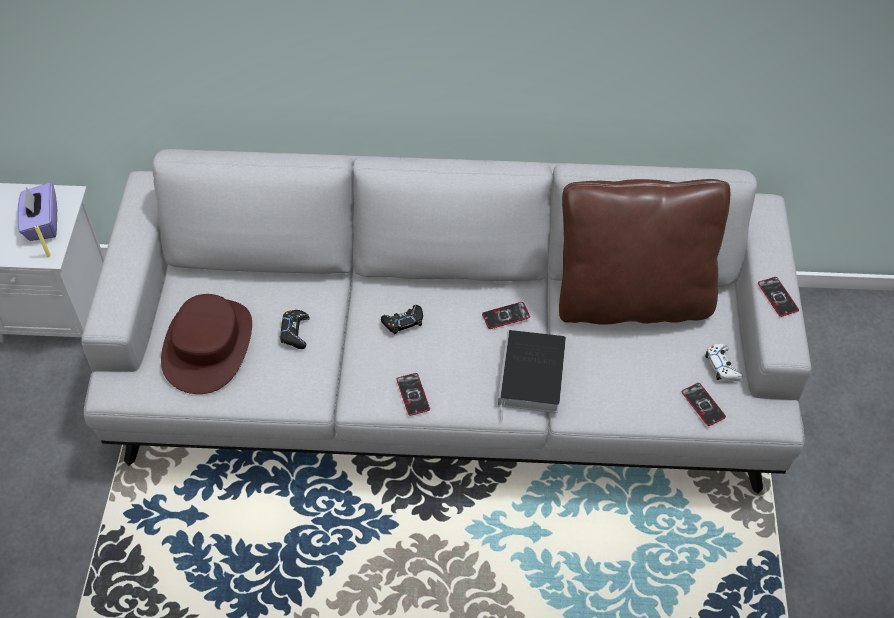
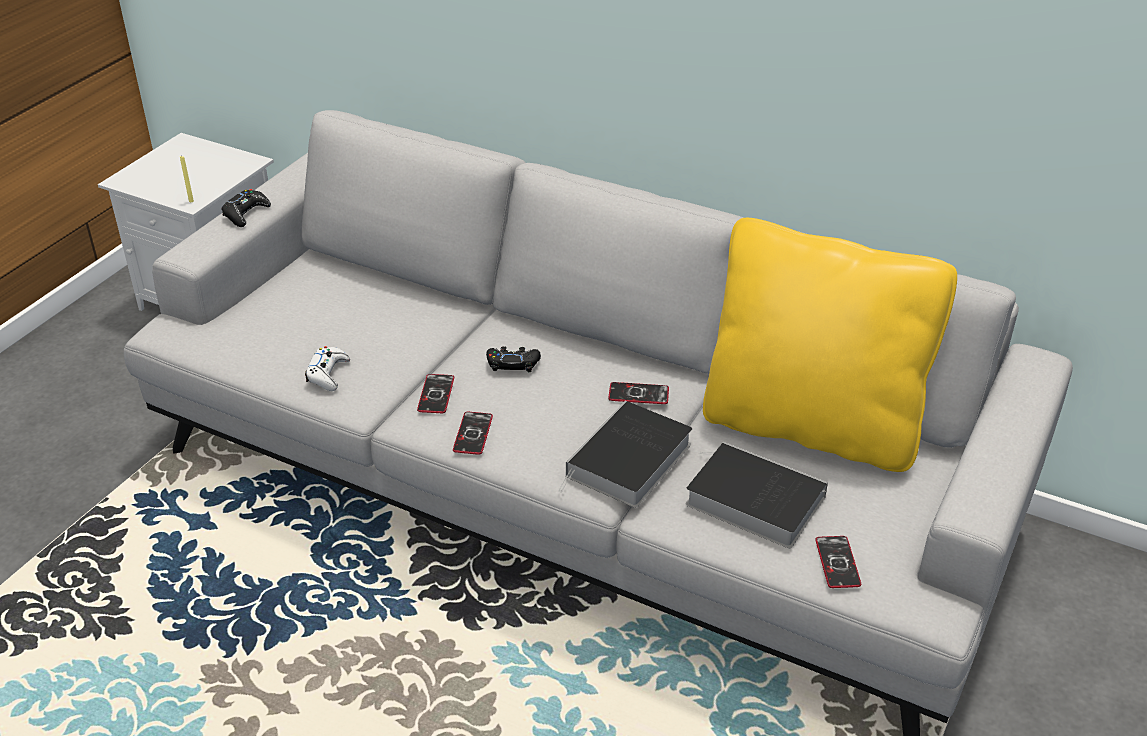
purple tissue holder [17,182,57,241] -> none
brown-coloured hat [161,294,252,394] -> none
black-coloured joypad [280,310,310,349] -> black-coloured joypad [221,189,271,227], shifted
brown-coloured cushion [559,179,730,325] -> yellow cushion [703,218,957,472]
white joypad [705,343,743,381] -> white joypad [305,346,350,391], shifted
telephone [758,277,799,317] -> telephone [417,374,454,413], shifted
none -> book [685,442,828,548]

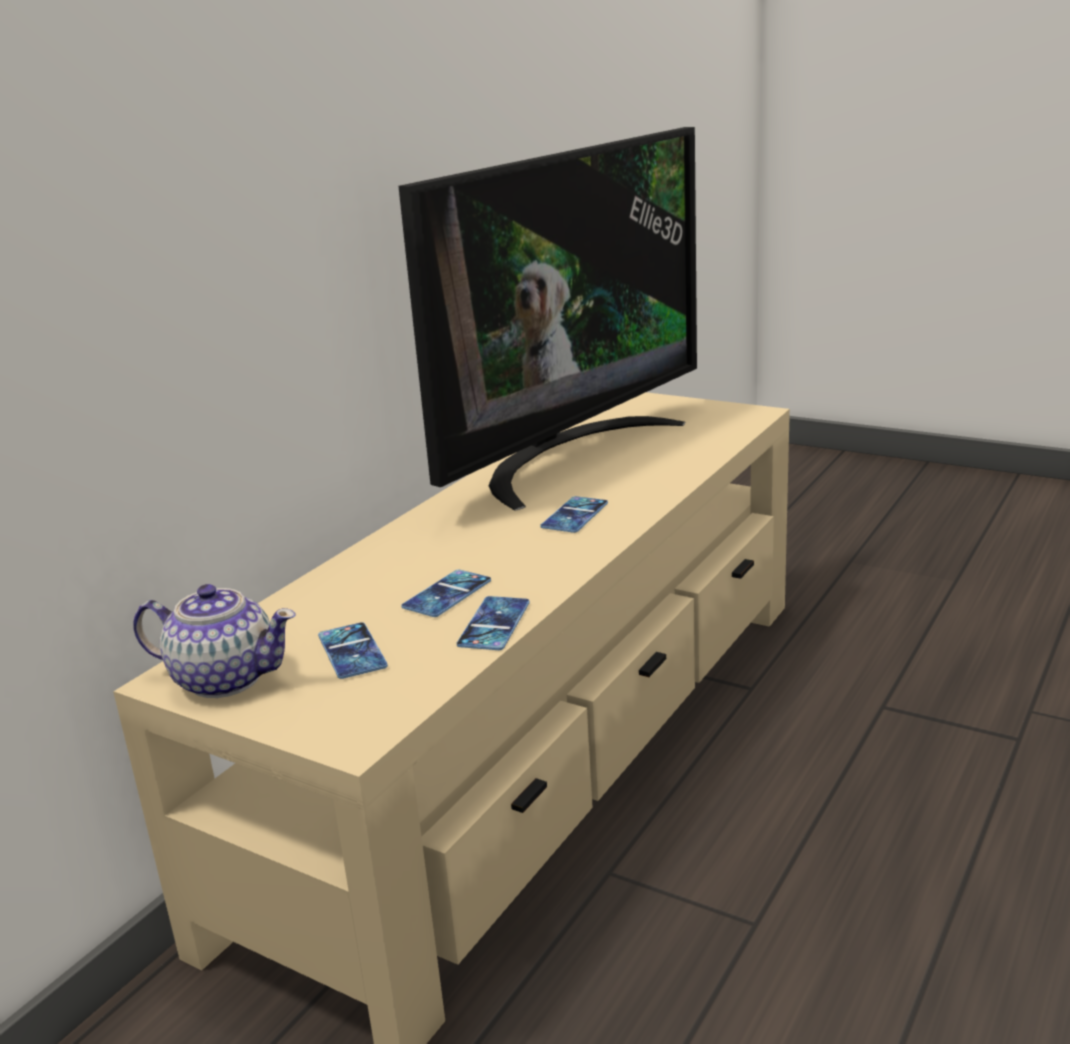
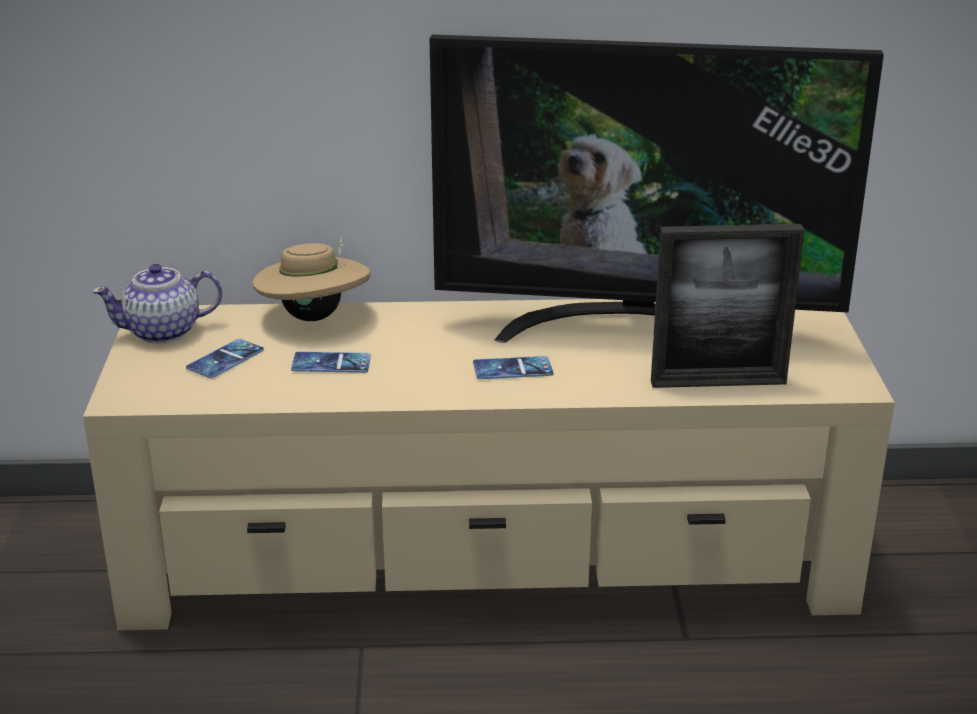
pot for tea [133,584,296,698] -> pot for tea [92,264,222,344], 90 degrees clockwise
telephone [457,596,530,650] -> none
none -> beige-coloured hat [253,238,371,321]
none -> standing frame [651,224,804,388]

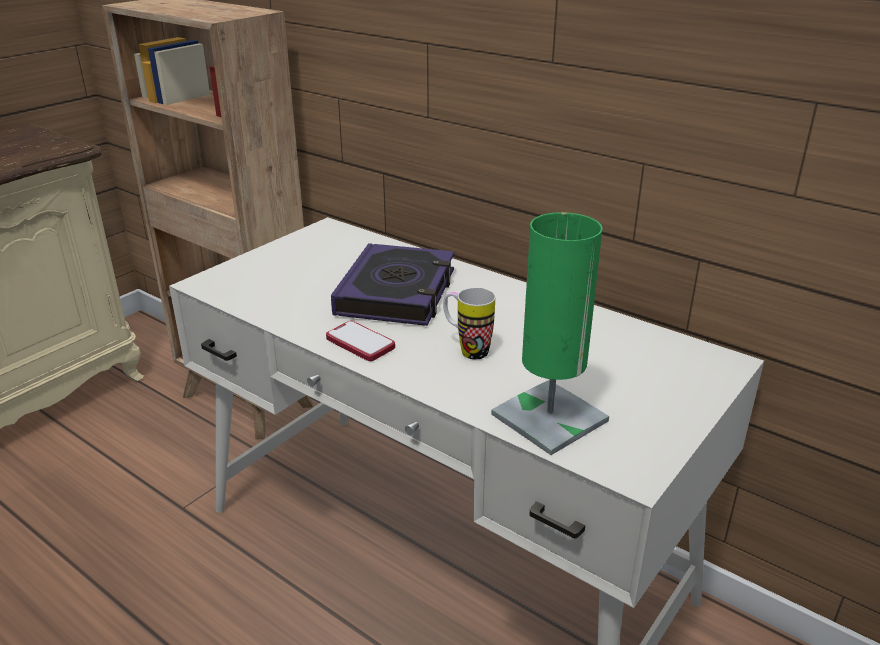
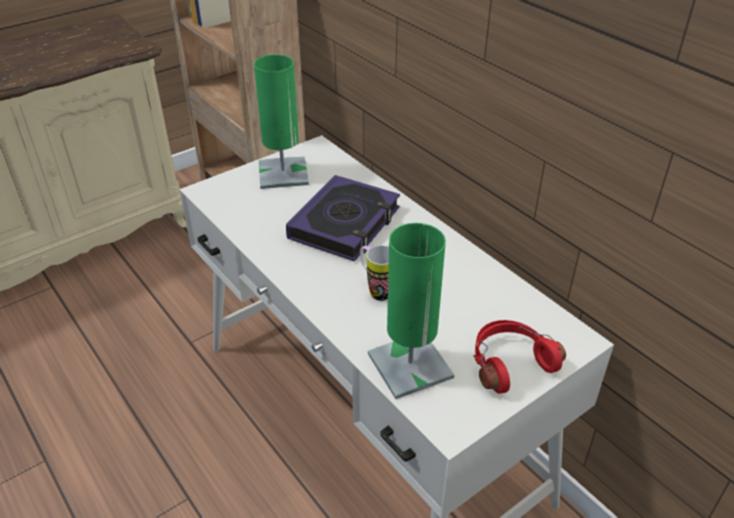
telephone [326,321,395,361] -> none
none -> green-coloured tabletop lamp [254,54,309,189]
none -> red pair of headphones [474,320,566,394]

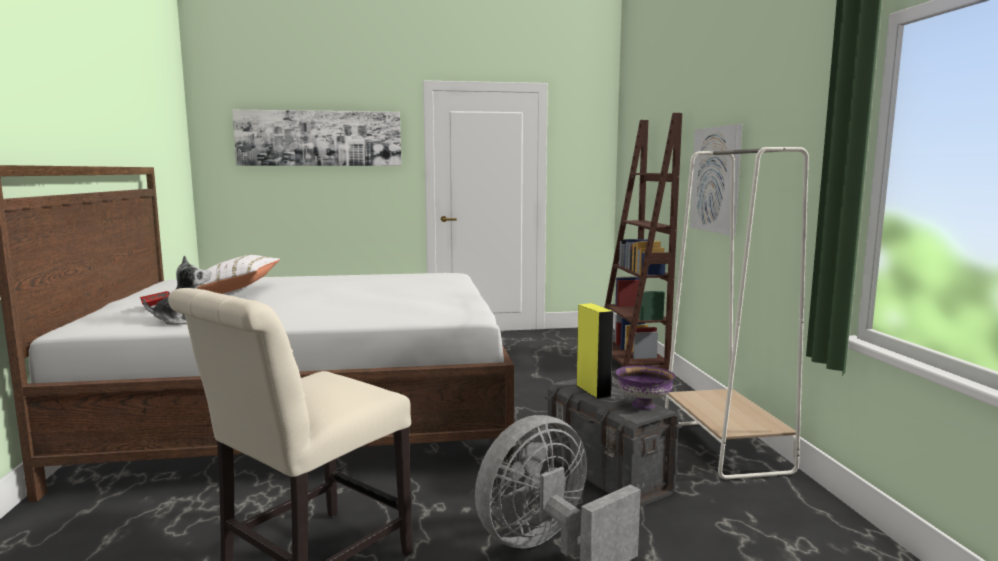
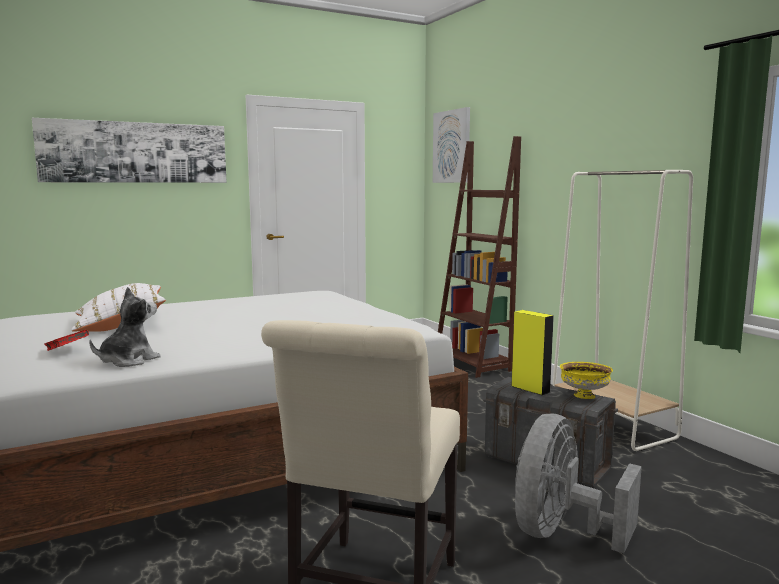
purple deep dish [616,366,675,409] -> yellow deep dish [560,362,613,399]
picture [690,124,742,235] -> picture [433,107,470,183], shifted

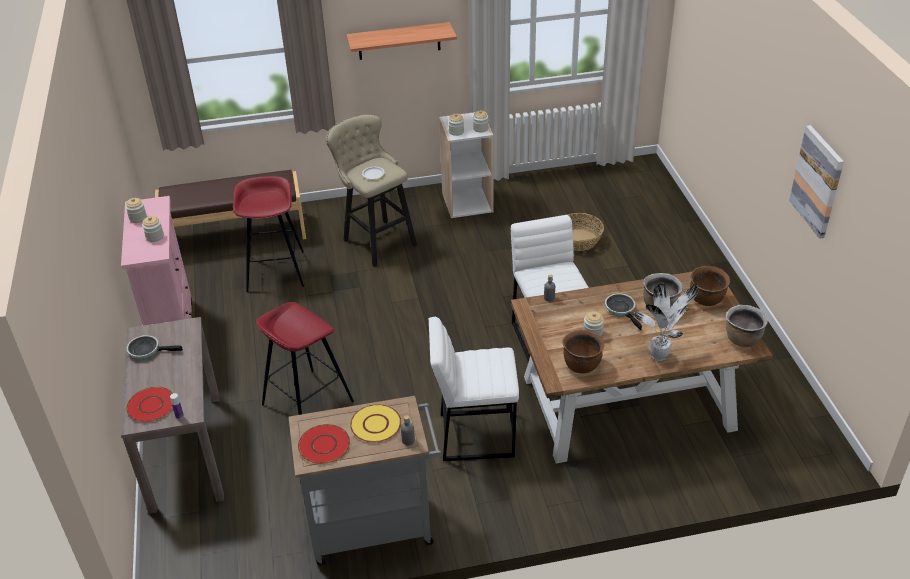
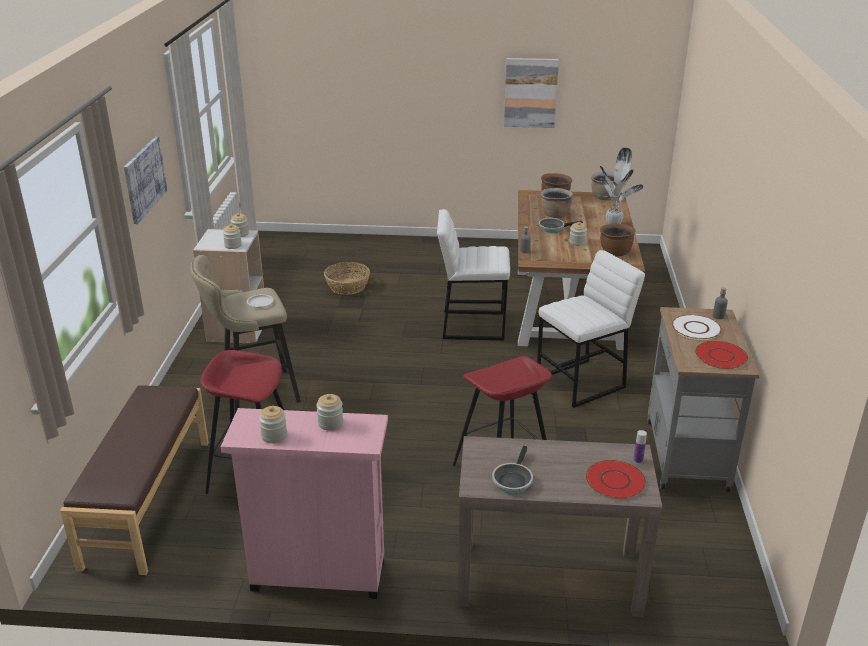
wall shelf [346,22,457,60] -> picture [124,136,167,224]
yellow plate [350,404,401,442] -> white plate [672,314,722,340]
white chair [429,317,519,461] -> white chair [537,250,645,408], 135 degrees counterclockwise

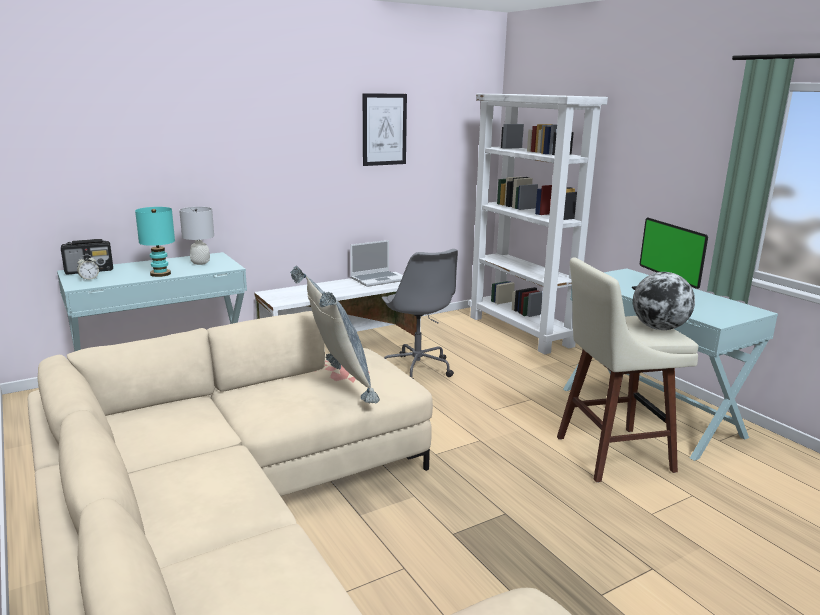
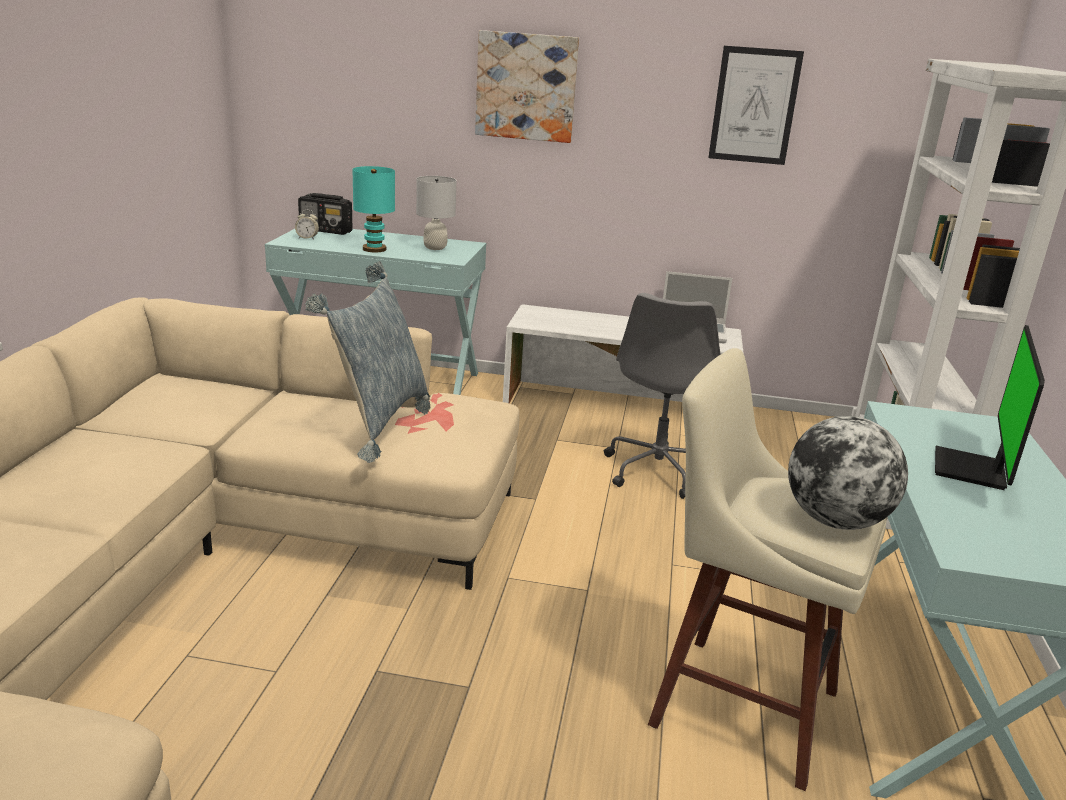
none -> picture [475,30,579,143]

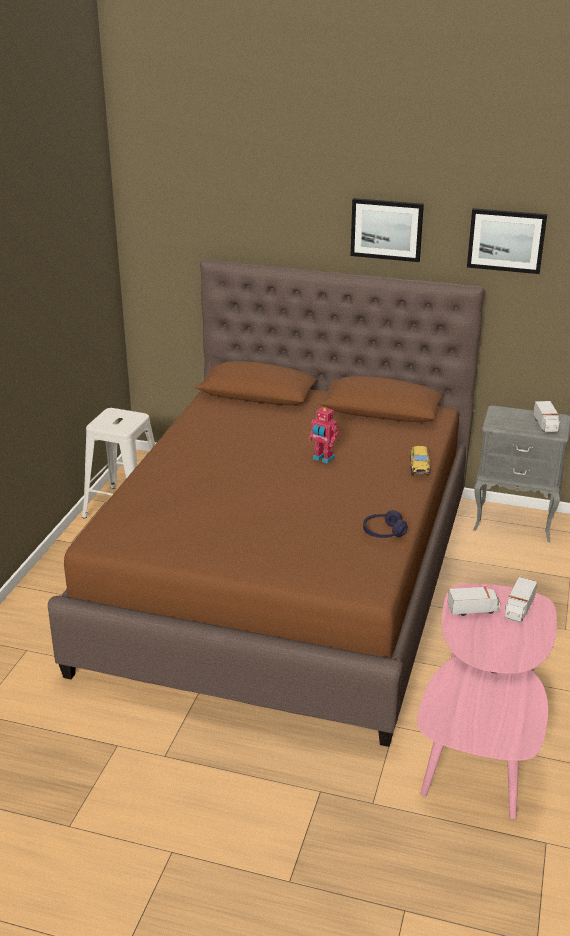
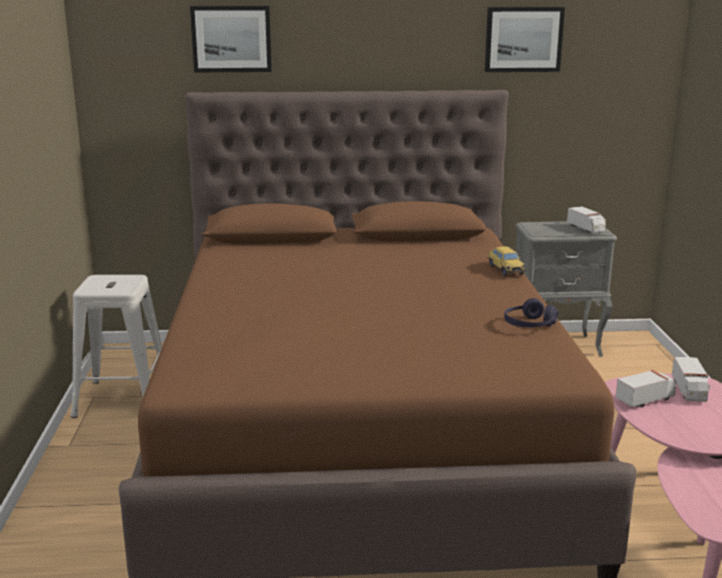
toy robot [309,407,339,463] -> none
picture [350,198,424,262] -> picture [190,6,272,72], shifted

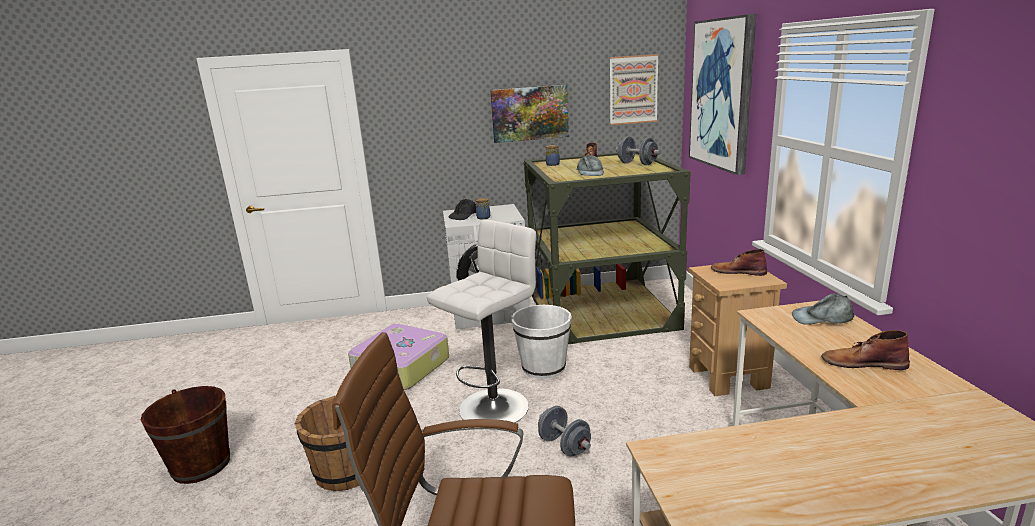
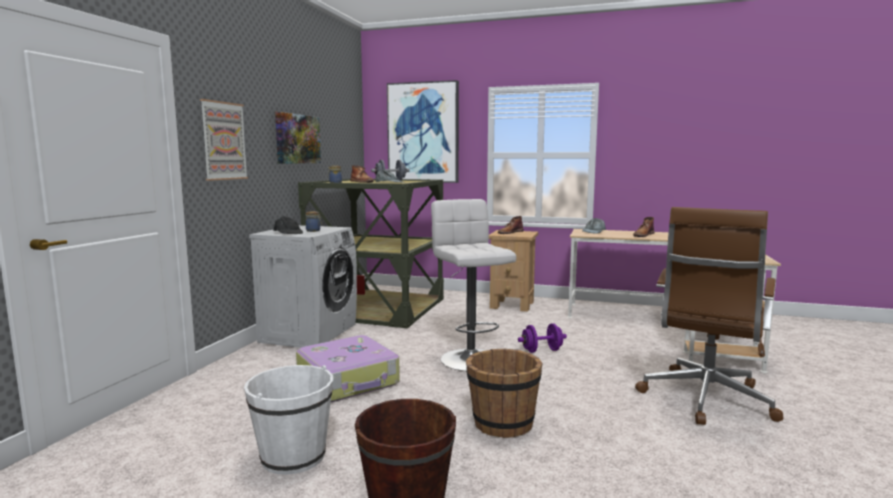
white bucket [511,305,572,379] -> white bucket [244,365,333,475], shifted
grey dumbbell [538,406,591,457] -> purple dumbbell [518,323,567,353]
picture [610,54,659,125] -> picture [200,99,248,181], shifted

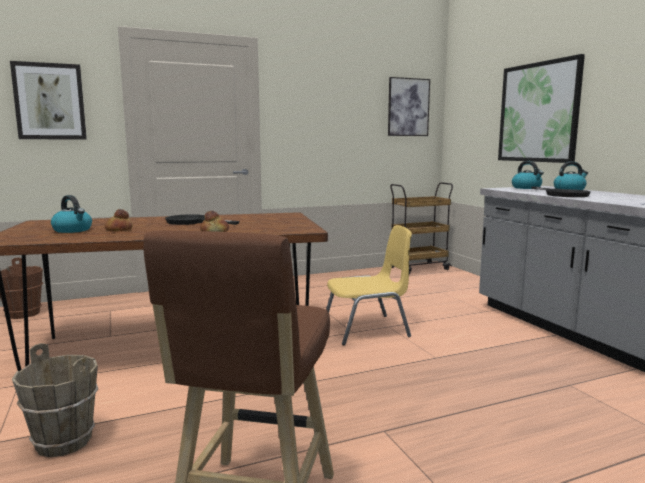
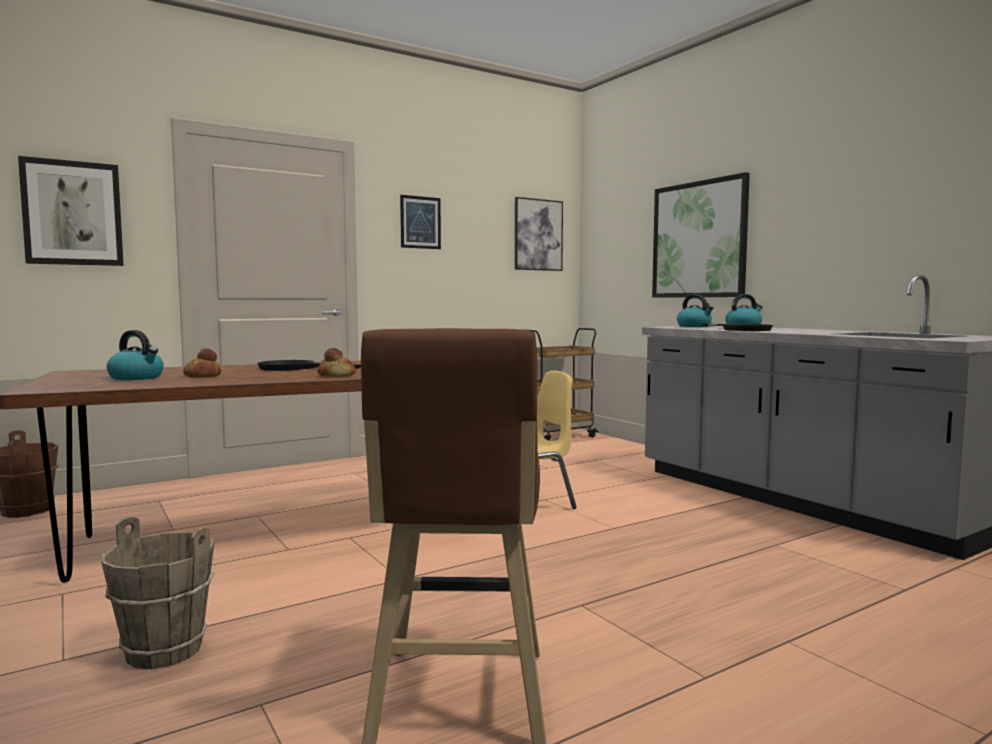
none -> picture [400,195,441,249]

